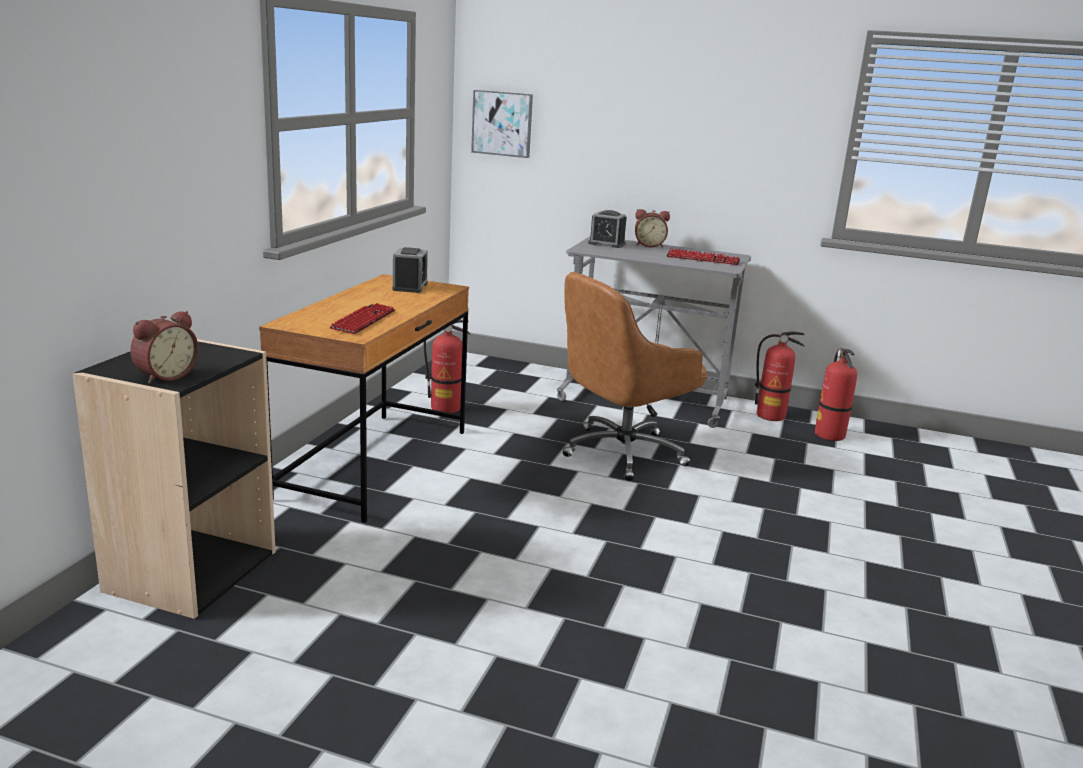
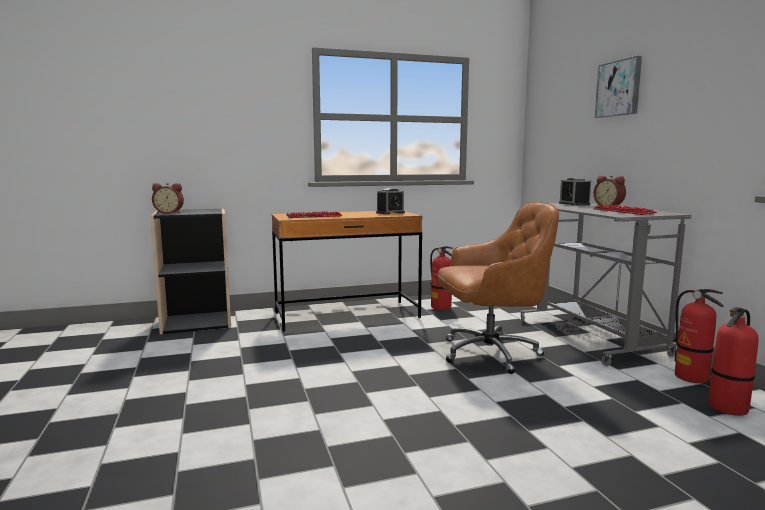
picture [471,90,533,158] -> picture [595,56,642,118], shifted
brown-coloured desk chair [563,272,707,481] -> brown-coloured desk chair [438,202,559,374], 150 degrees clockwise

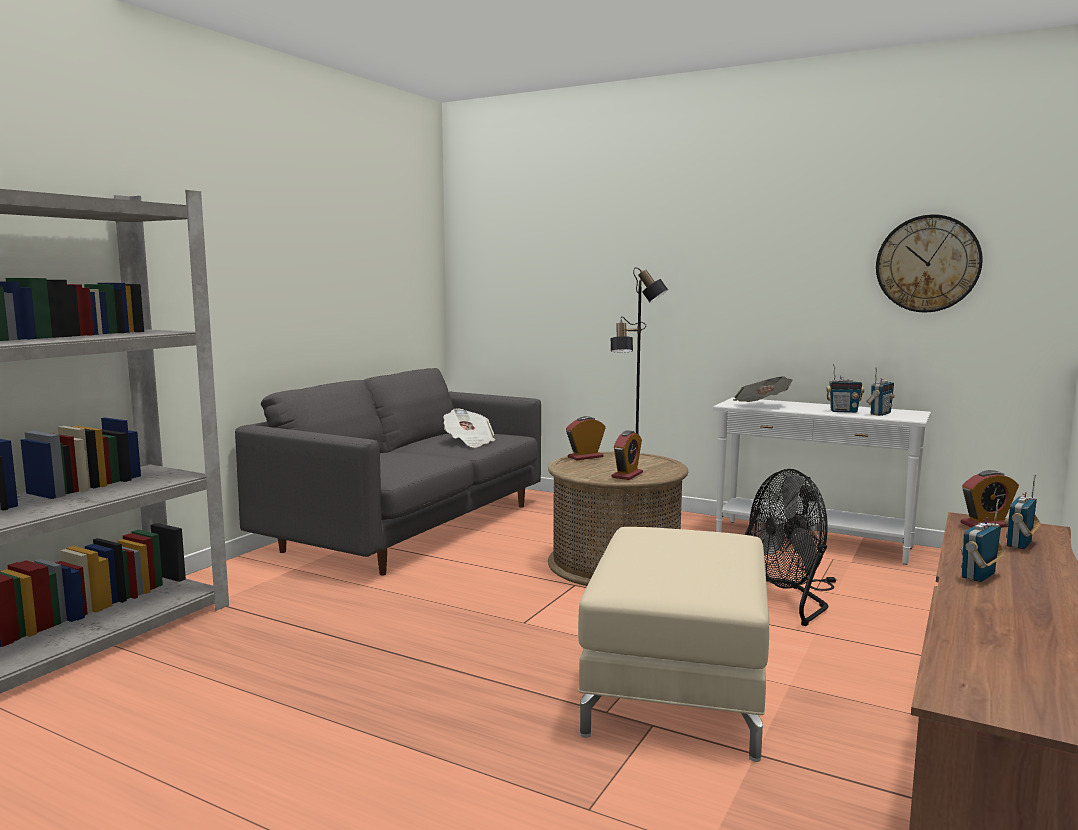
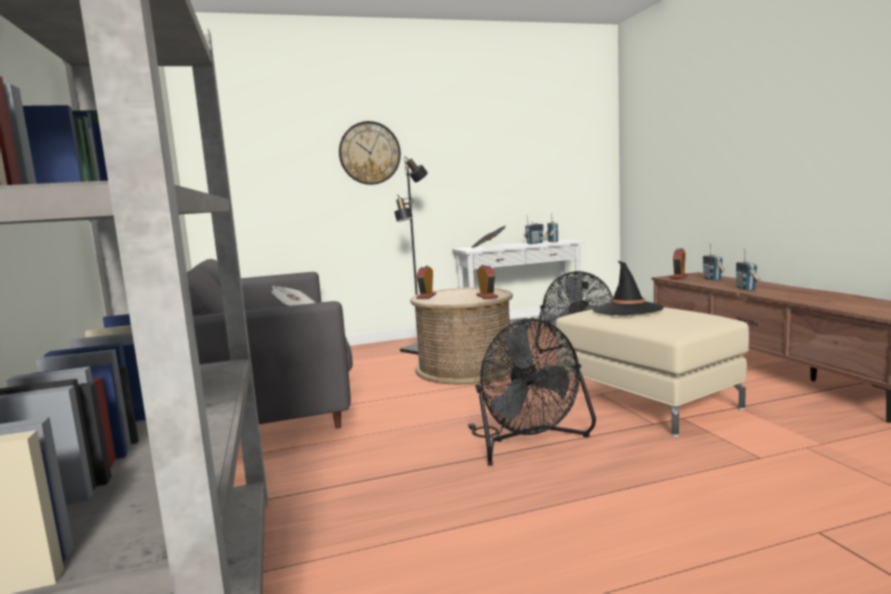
wall clock [876,214,983,312] -> wall clock [339,121,401,185], shifted
none -> black-coloured cooling fan [468,319,596,466]
none -> black-coloured hat [593,260,664,315]

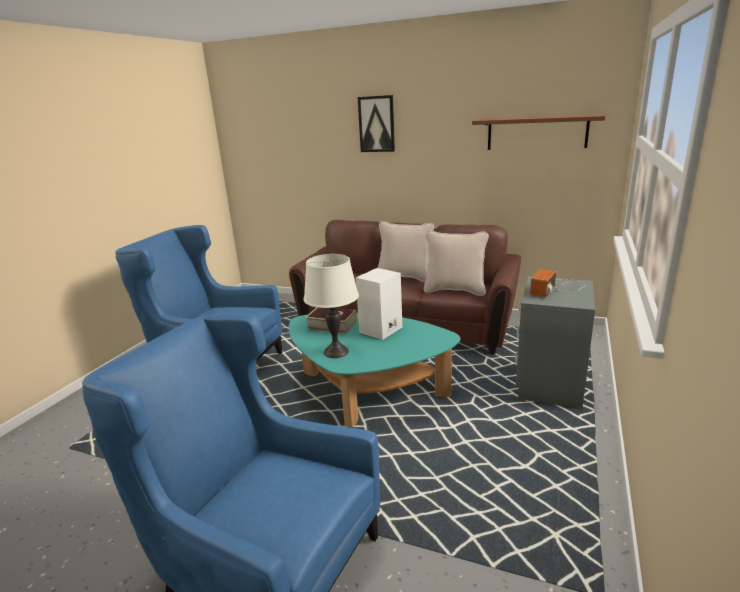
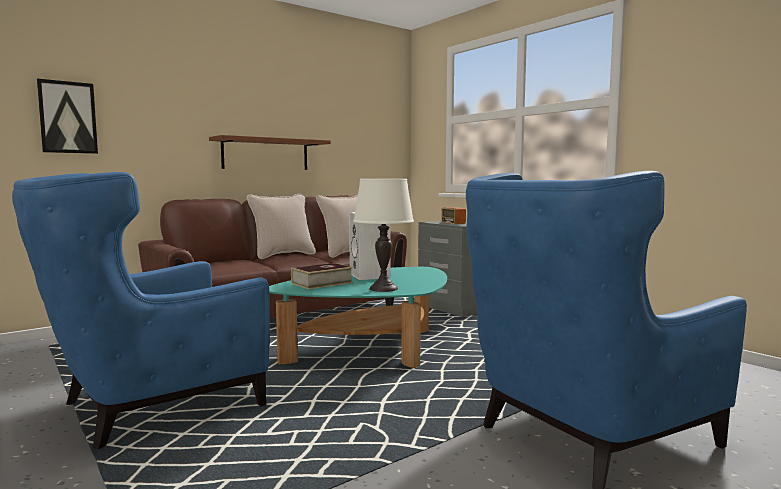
picture [358,95,395,152] -> picture [37,79,98,154], shifted
brown-coloured wall shelf [472,114,606,150] -> brown-coloured wall shelf [209,135,331,170], shifted

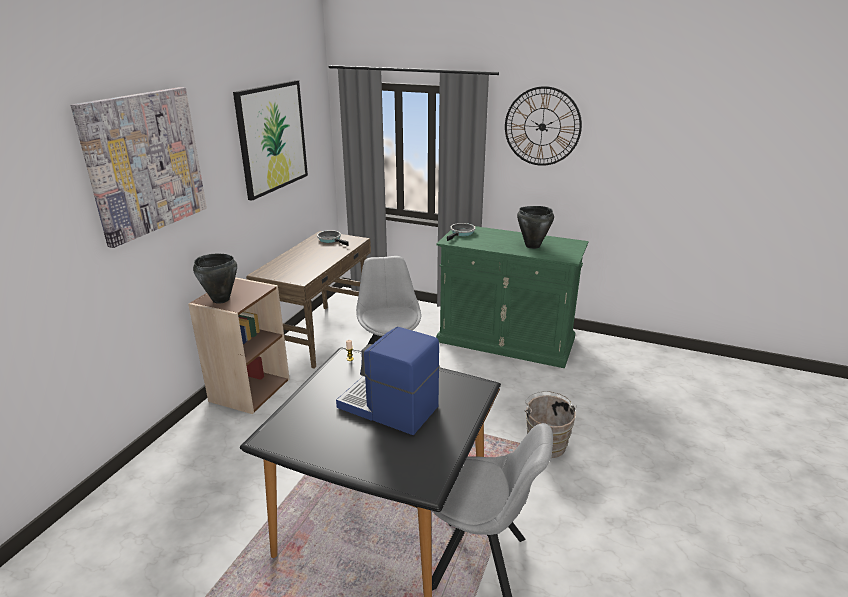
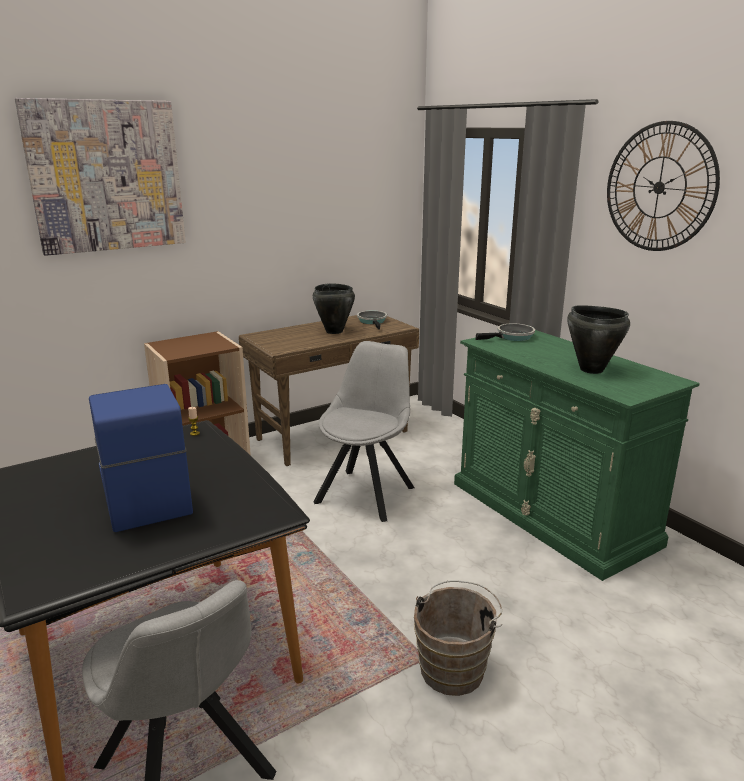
black-coloured stockpot [193,254,237,304] -> black-coloured stockpot [313,284,355,334], shifted
picture [233,80,308,201] -> none

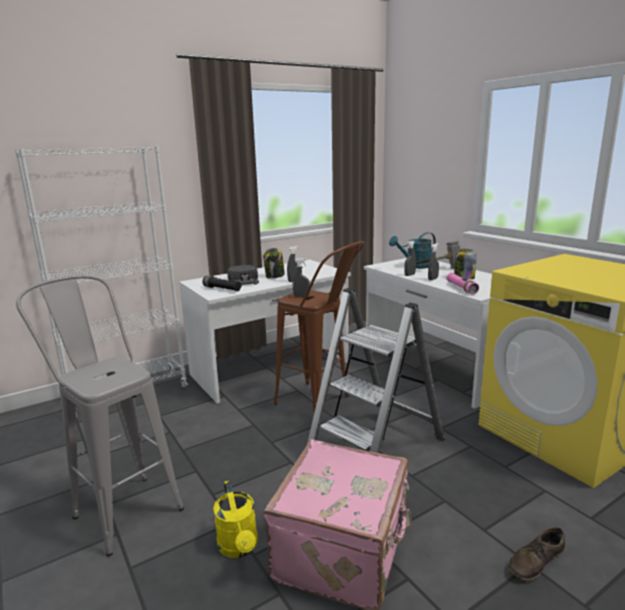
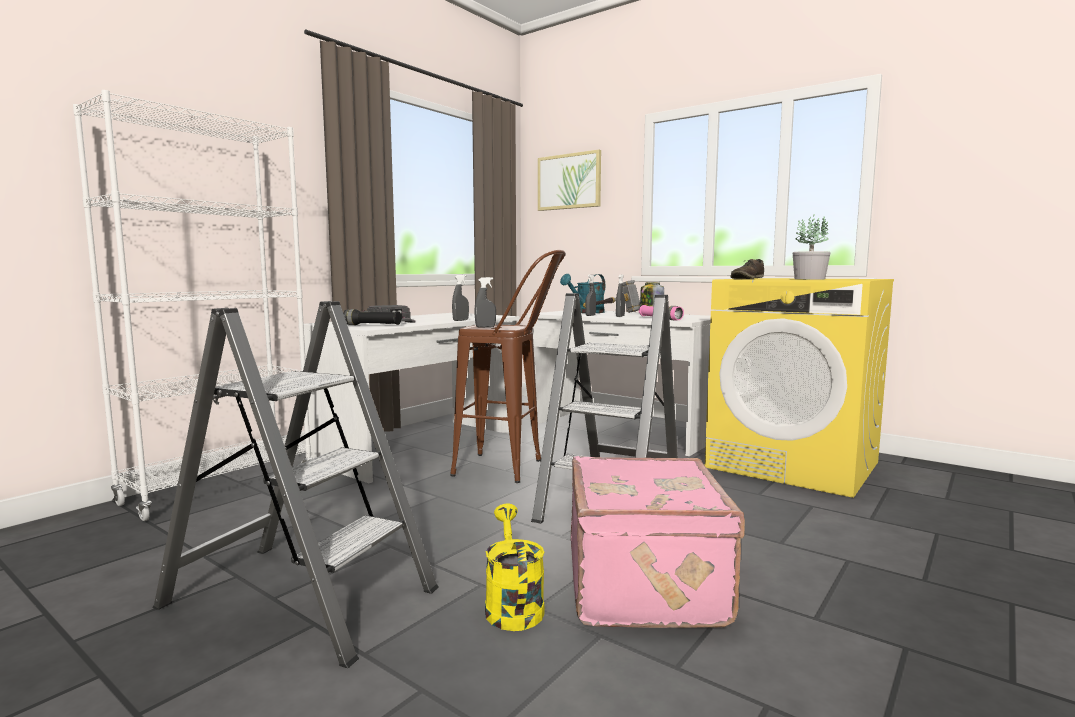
grey sitting stool [16,275,184,556] -> grey stepladder [152,301,439,668]
yellow sprinkling can [213,480,258,558] -> yellow sprinkling can [485,503,545,631], 150 degrees counterclockwise
preserve jar [263,248,285,279] -> none
brown-coloured low shoe [508,527,565,581] -> brown-coloured low shoe [730,259,764,279], shifted
none -> picture [538,149,601,211]
none -> potted plant [793,214,831,279]

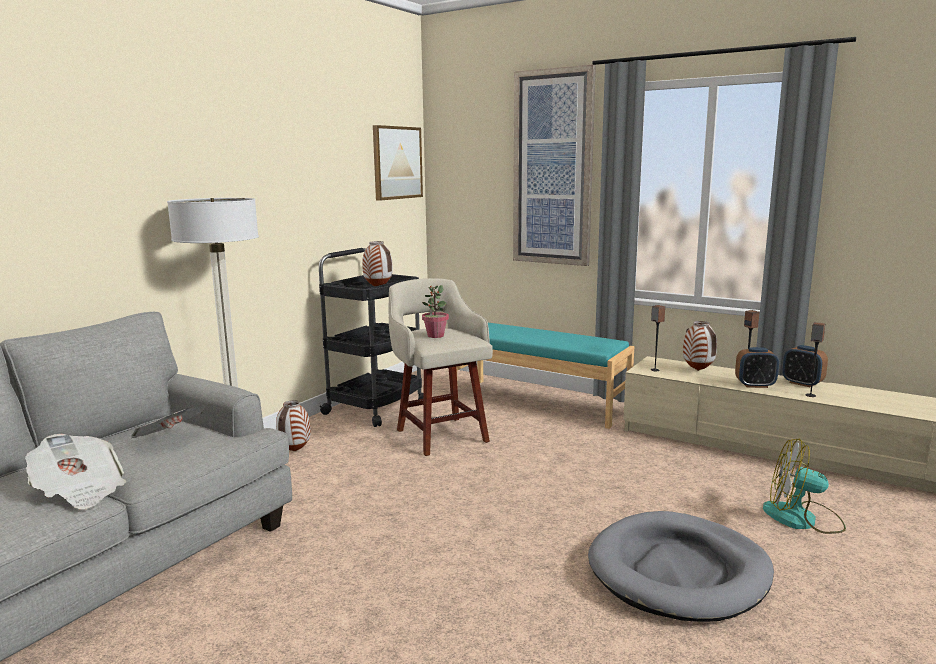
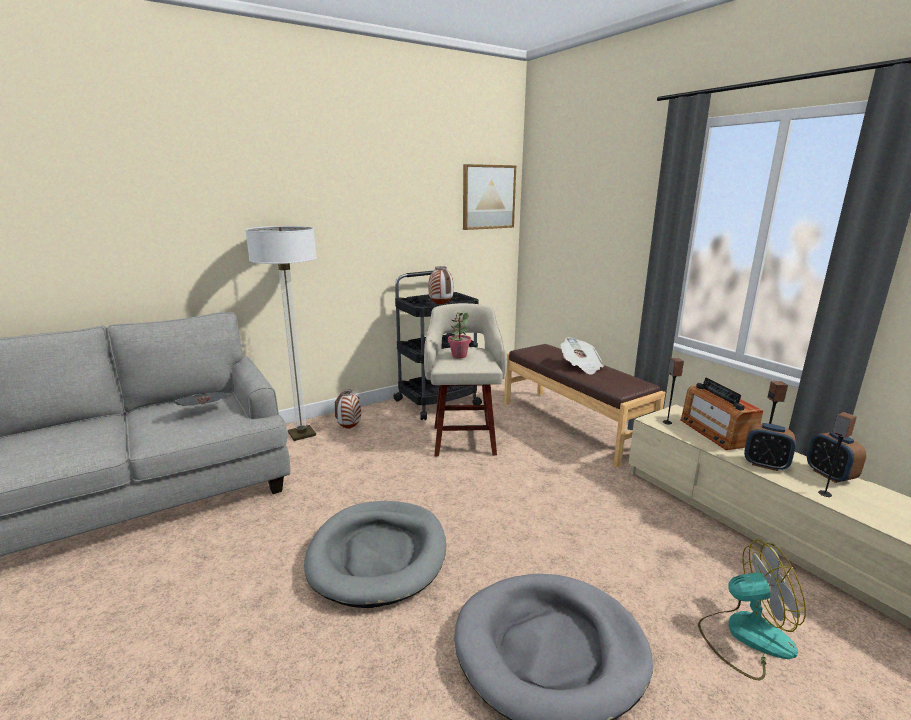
newspaper [25,434,126,509] -> newspaper [560,337,604,375], shifted
turquoise-coloured long seat [456,323,634,429] -> brown-coloured long seat [504,344,666,468]
picture [513,64,596,266] -> none
vase [683,321,717,371] -> radio receiver [680,378,763,450]
cooling fan [763,438,846,534] -> cooling fan [698,539,806,680], 135 degrees clockwise
none -> grey pet bed [304,501,446,608]

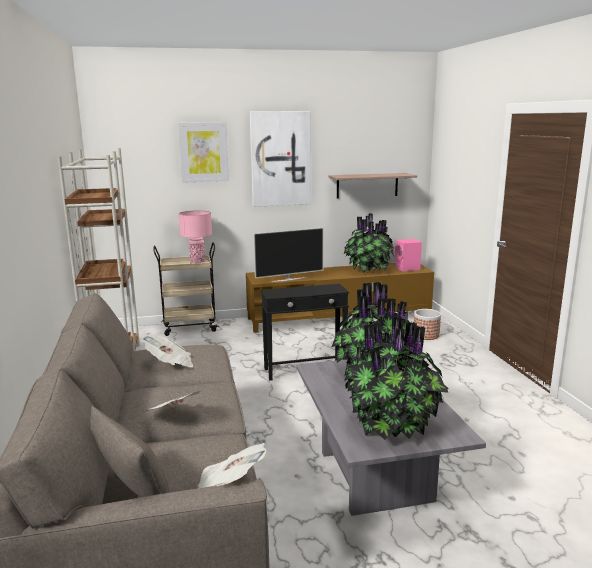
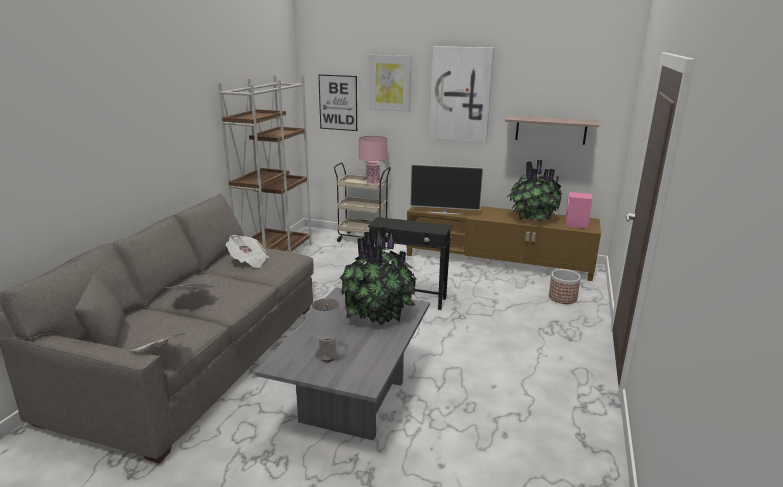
potted plant [344,316,449,440] -> grey tabletop lamp [309,298,344,362]
none -> picture [318,74,357,131]

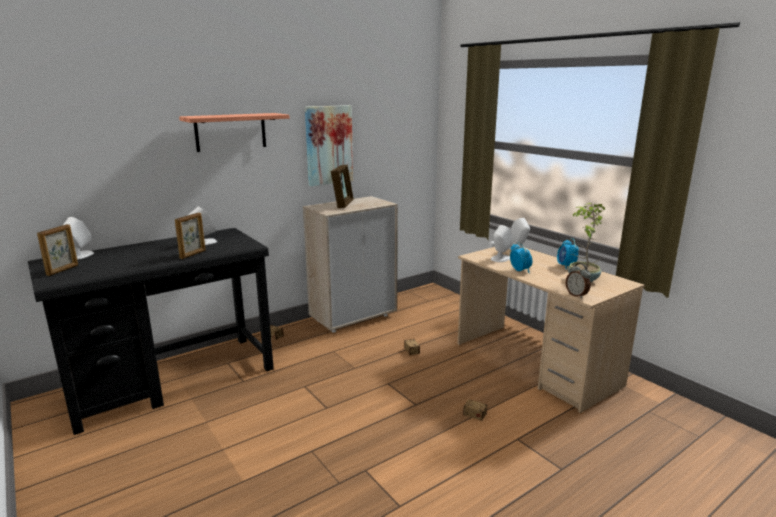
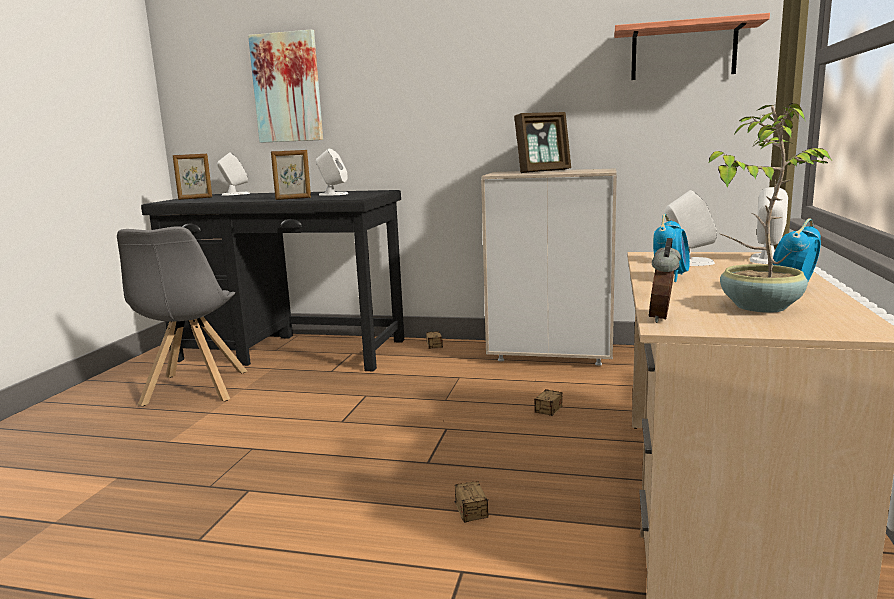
wall shelf [179,113,289,152] -> wall shelf [614,13,770,80], shifted
picture [305,105,353,186] -> picture [248,30,323,143], shifted
none -> grey chair [117,226,248,407]

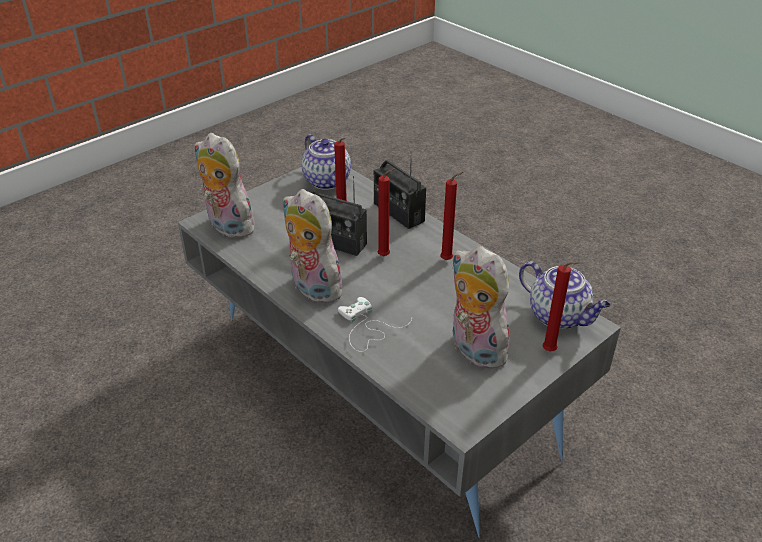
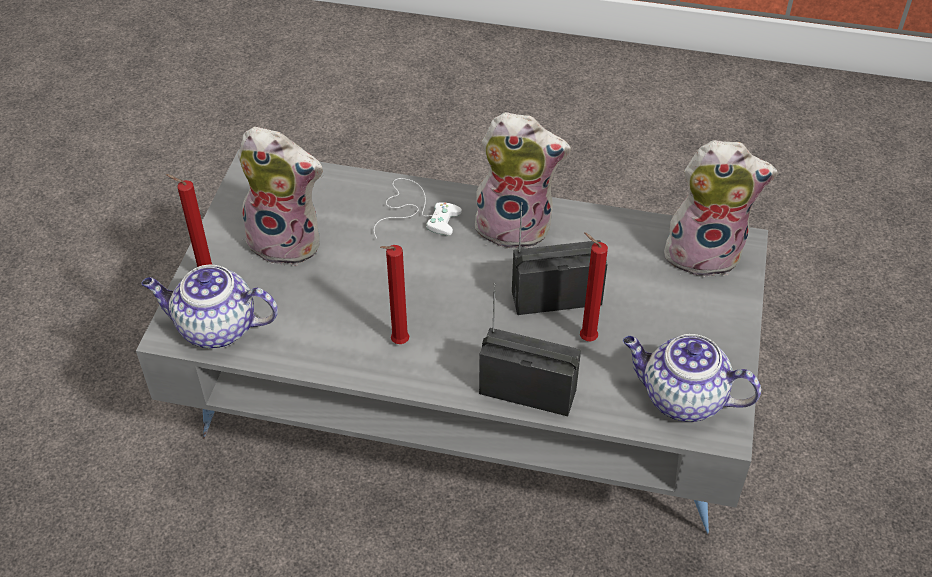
red wax candle [377,168,396,256] -> none

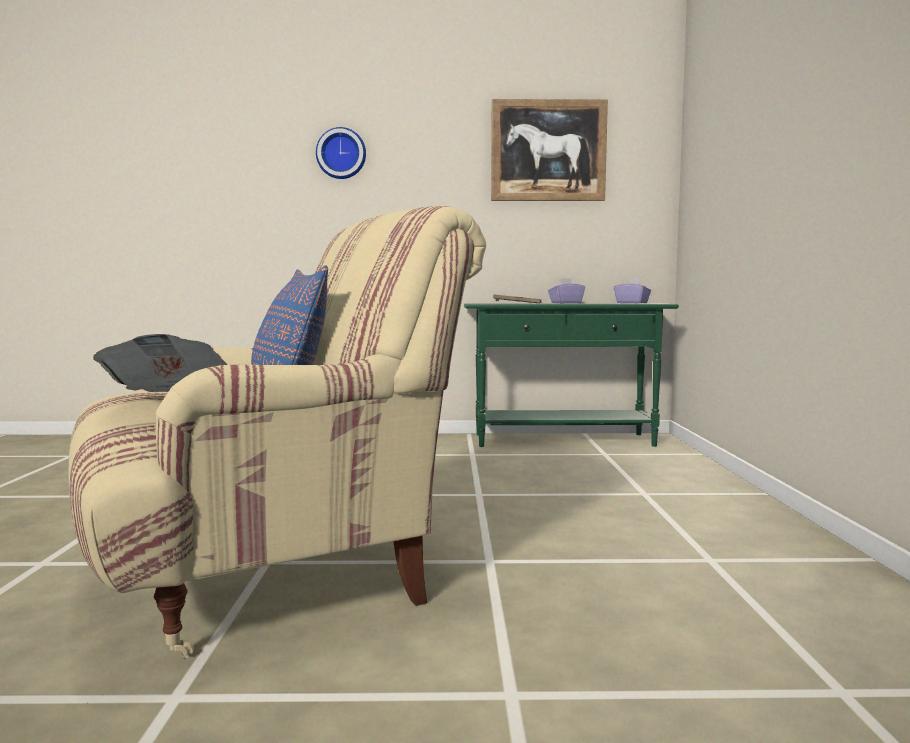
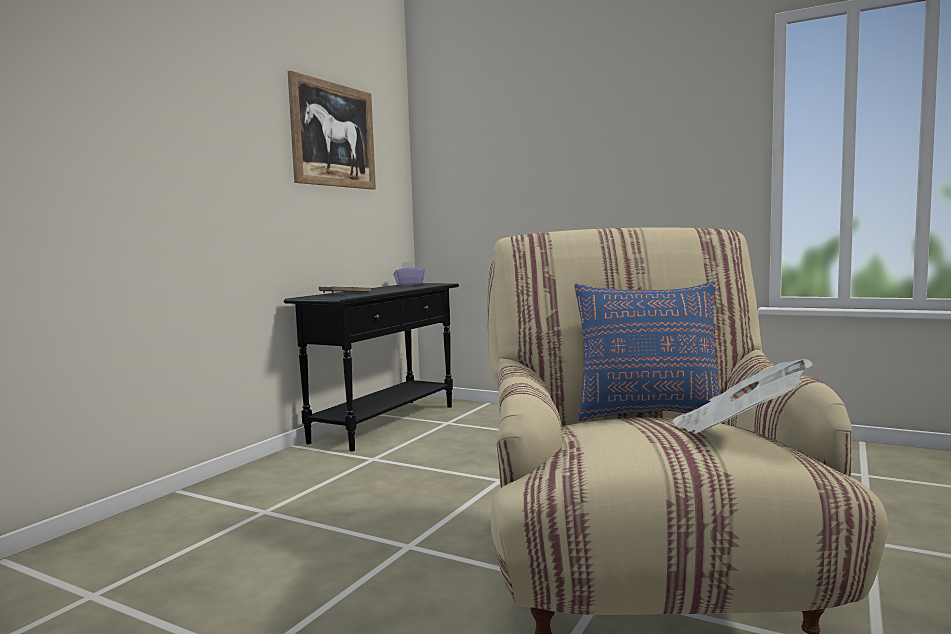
wall clock [316,127,366,179] -> none
green-coloured console table [464,303,679,447] -> black-coloured console table [284,283,459,452]
purple tissue holder [548,278,585,303] -> none

